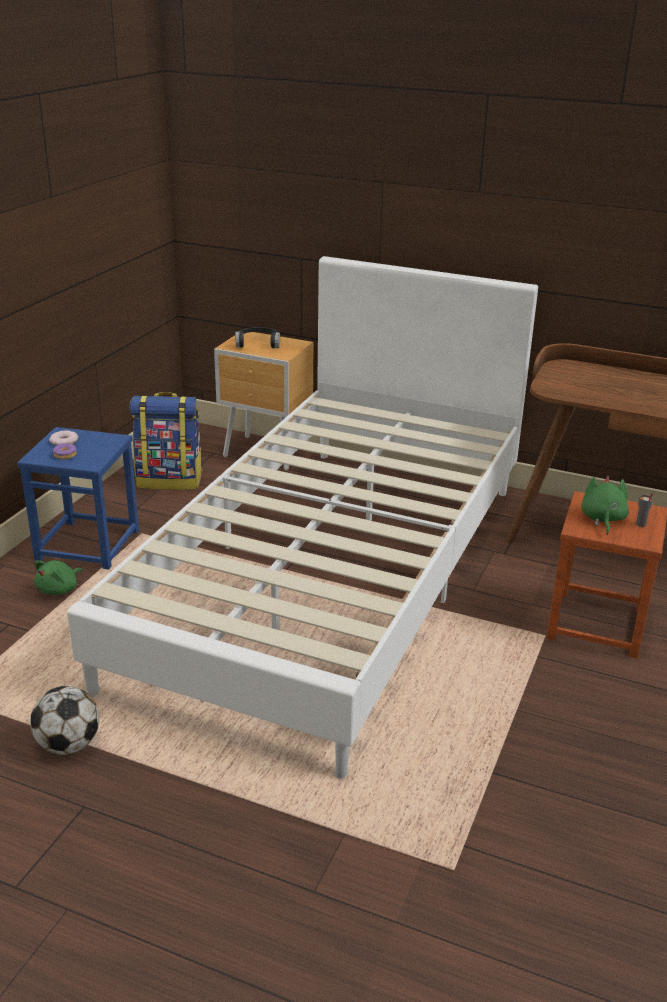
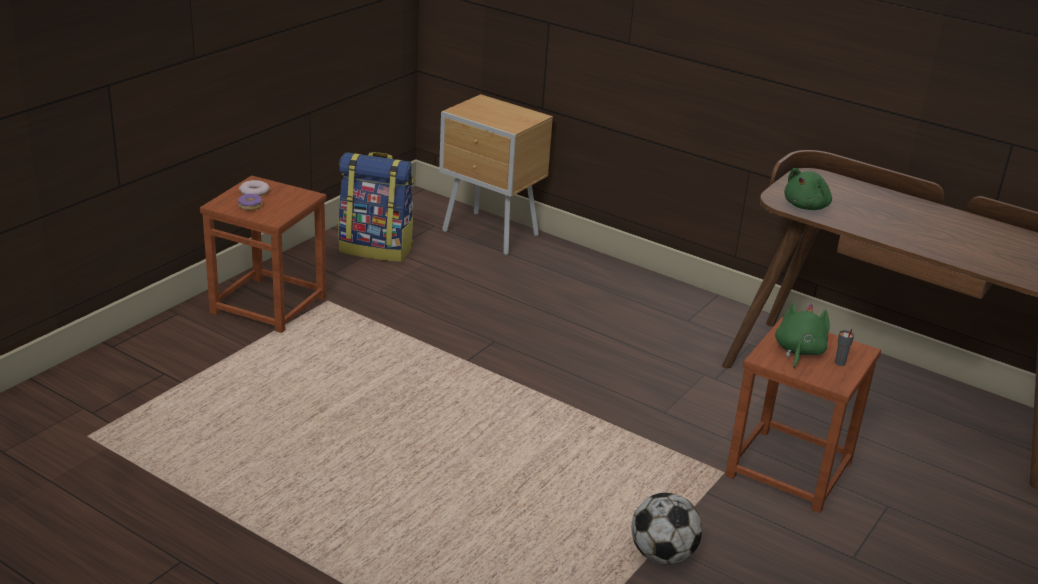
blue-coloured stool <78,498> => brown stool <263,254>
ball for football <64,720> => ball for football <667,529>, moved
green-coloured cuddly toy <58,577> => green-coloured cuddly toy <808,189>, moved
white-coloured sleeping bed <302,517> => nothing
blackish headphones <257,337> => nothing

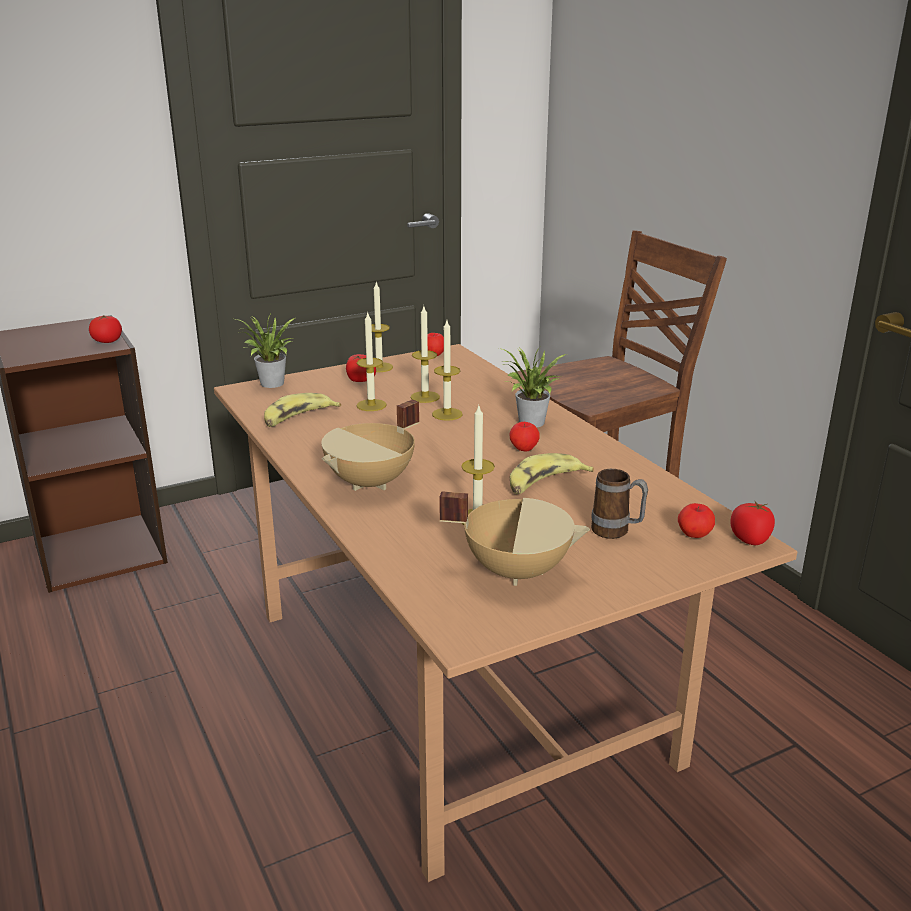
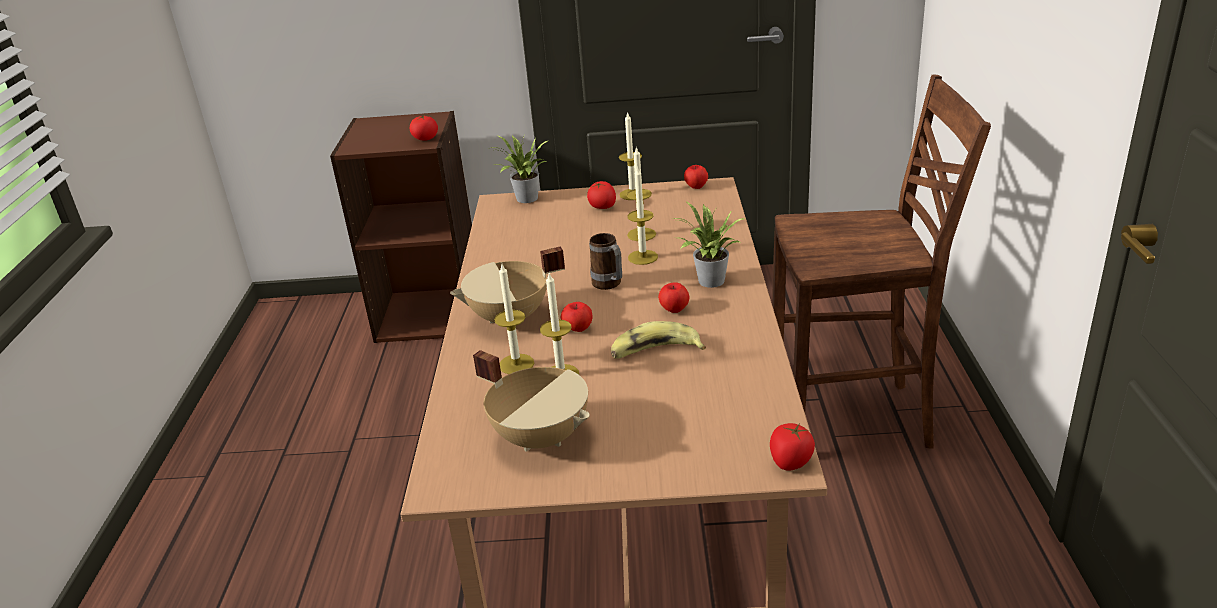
banana <302,410> => nothing
candle <372,361> => candle <514,319>, moved
mug <619,504> => mug <605,261>, moved
apple <696,520> => apple <577,317>, moved

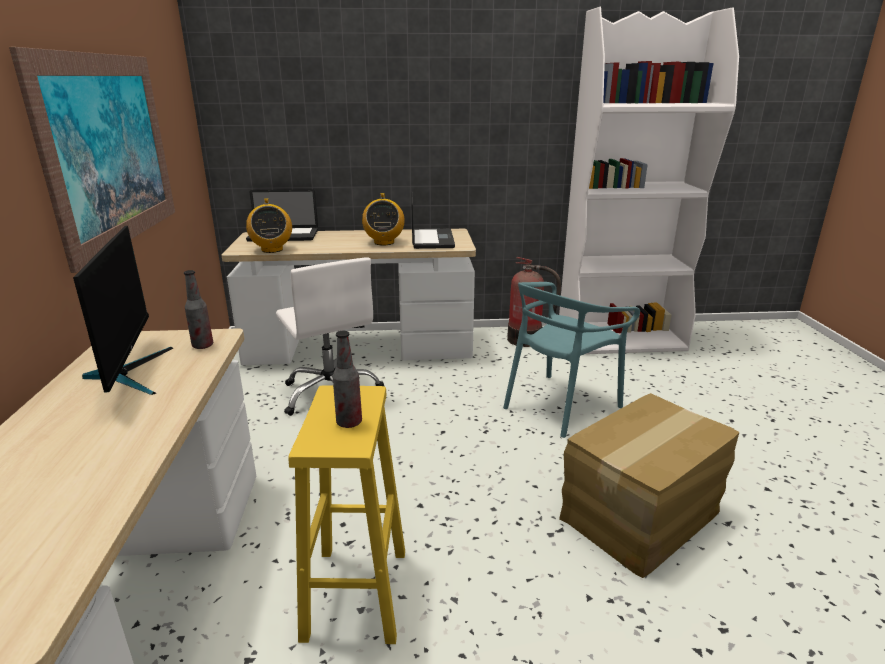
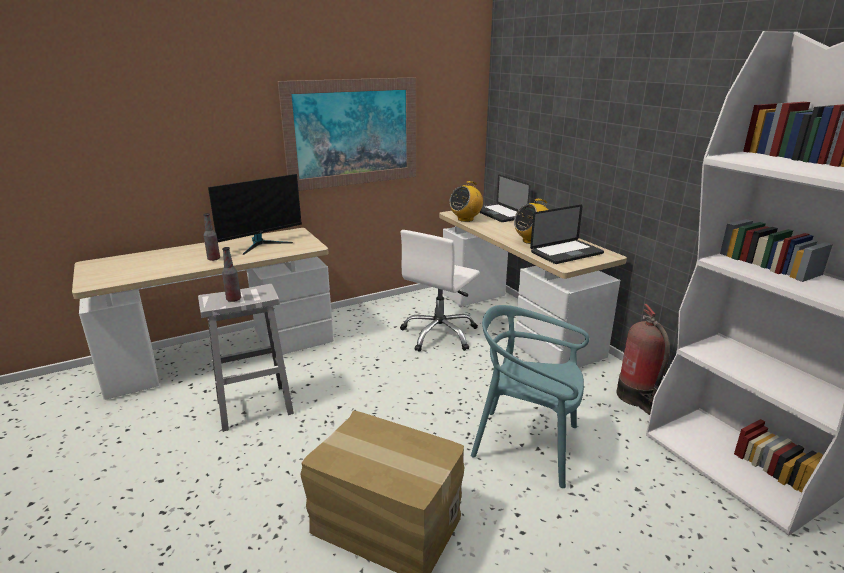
beverage bottle <198,309> => beverage bottle <211,237>, moved
yellow stool <346,515> => white-coloured stool <246,358>

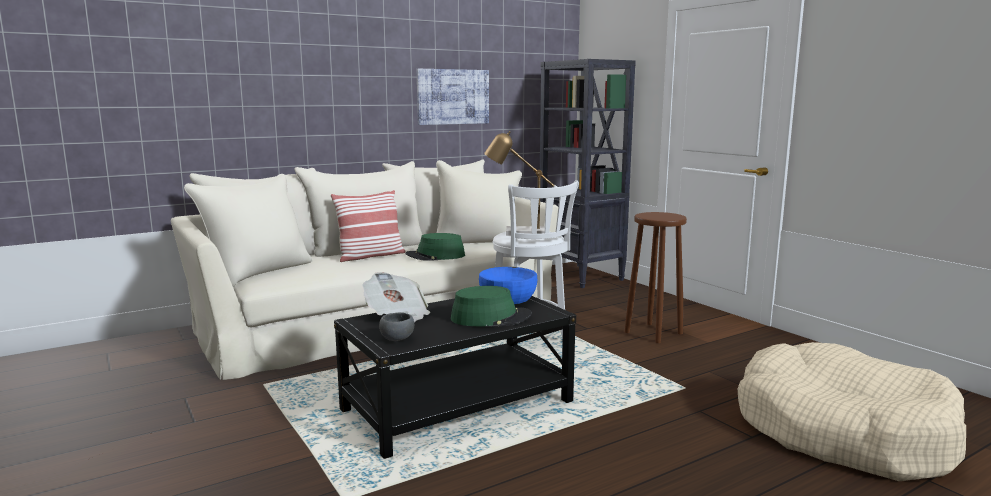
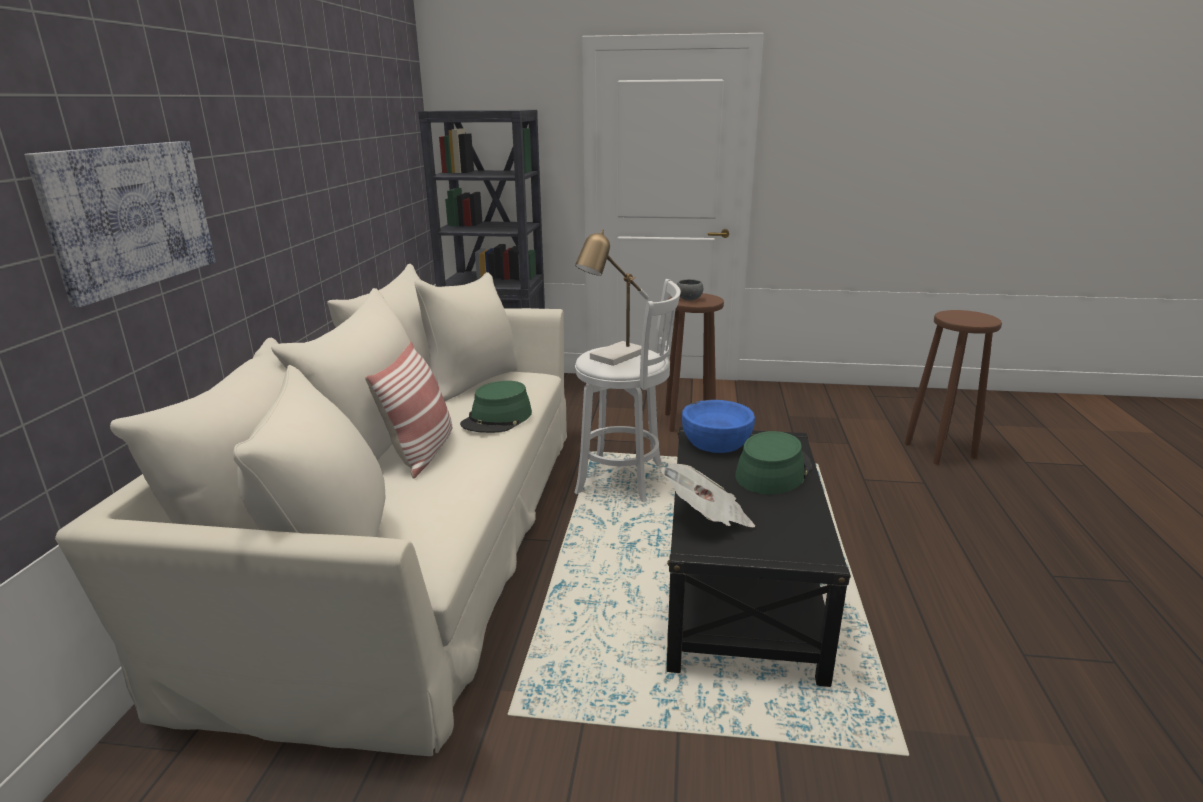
grey bowl <396,327> => grey bowl <690,290>, moved
picture <453,97> => picture <120,224>, moved
beige pet bed <852,411> => brown stool <953,387>

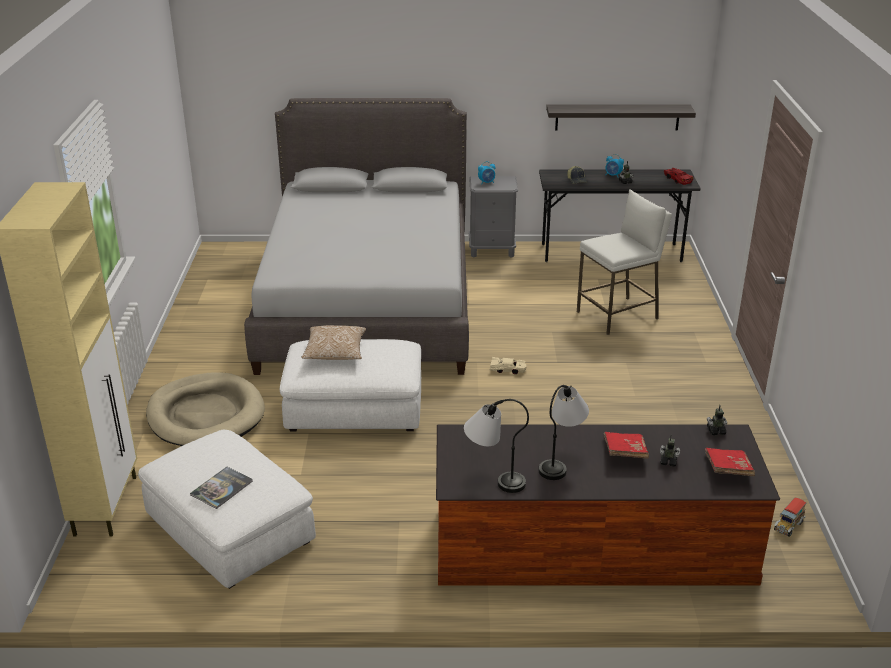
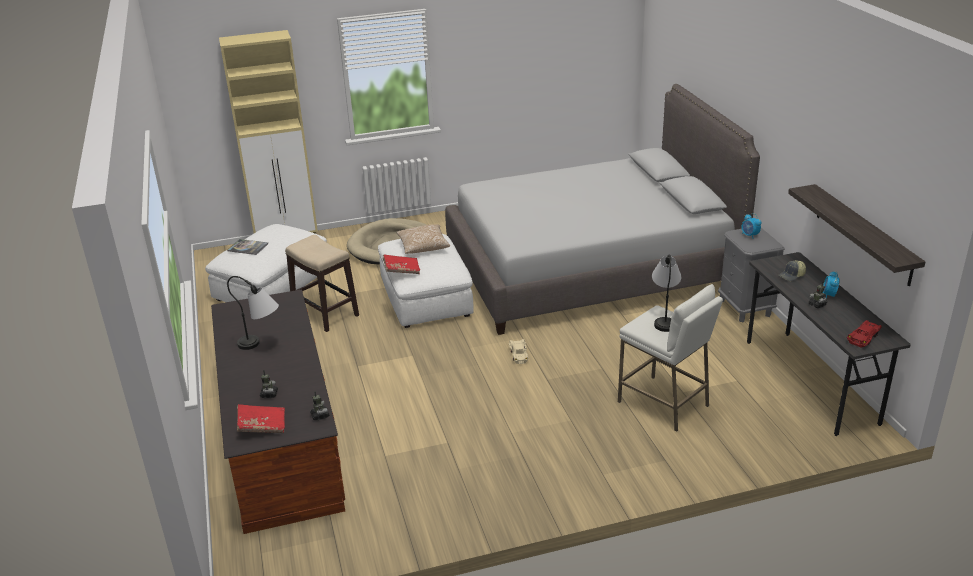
tabletop lamp <496,446> => tabletop lamp <666,293>, moved
reddish volume <626,445> => reddish volume <401,264>, moved
toy truck <790,517> => nothing
nothing => stool <322,283>

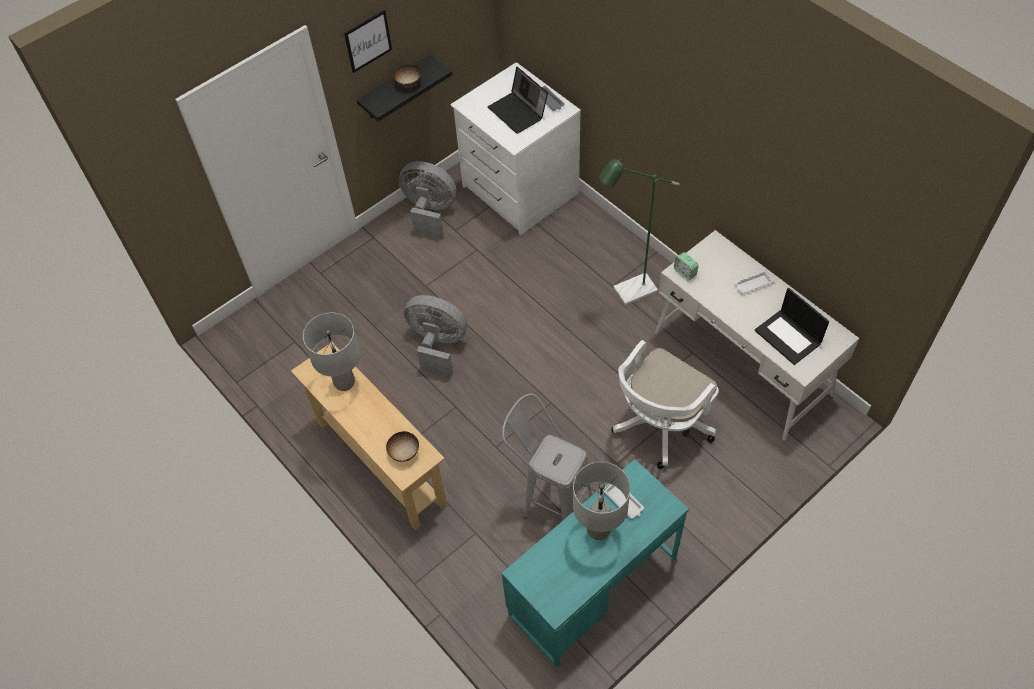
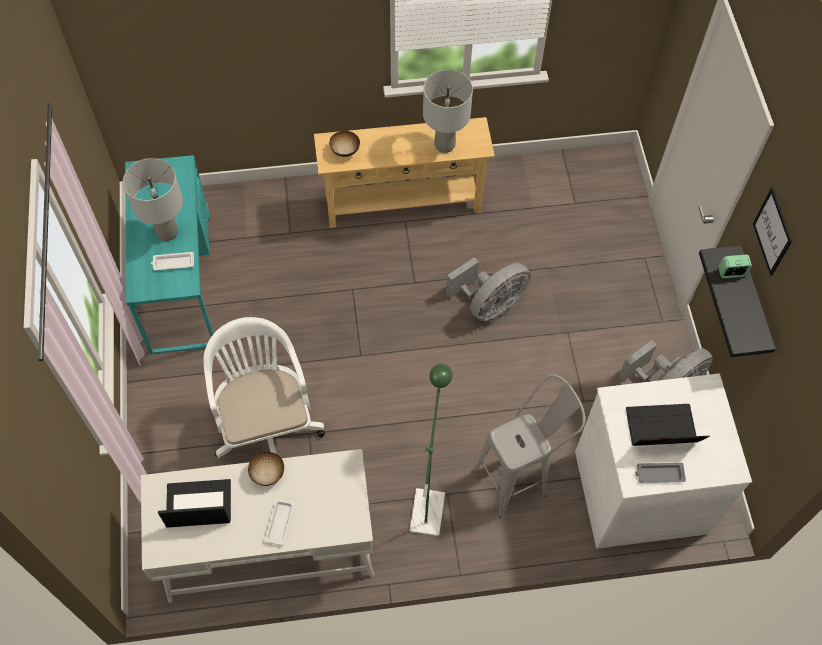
bowl <407,76> => bowl <266,469>, moved
grey stool <547,456> => grey stool <529,446>, moved
bedside clock <686,266> => bedside clock <735,266>, moved

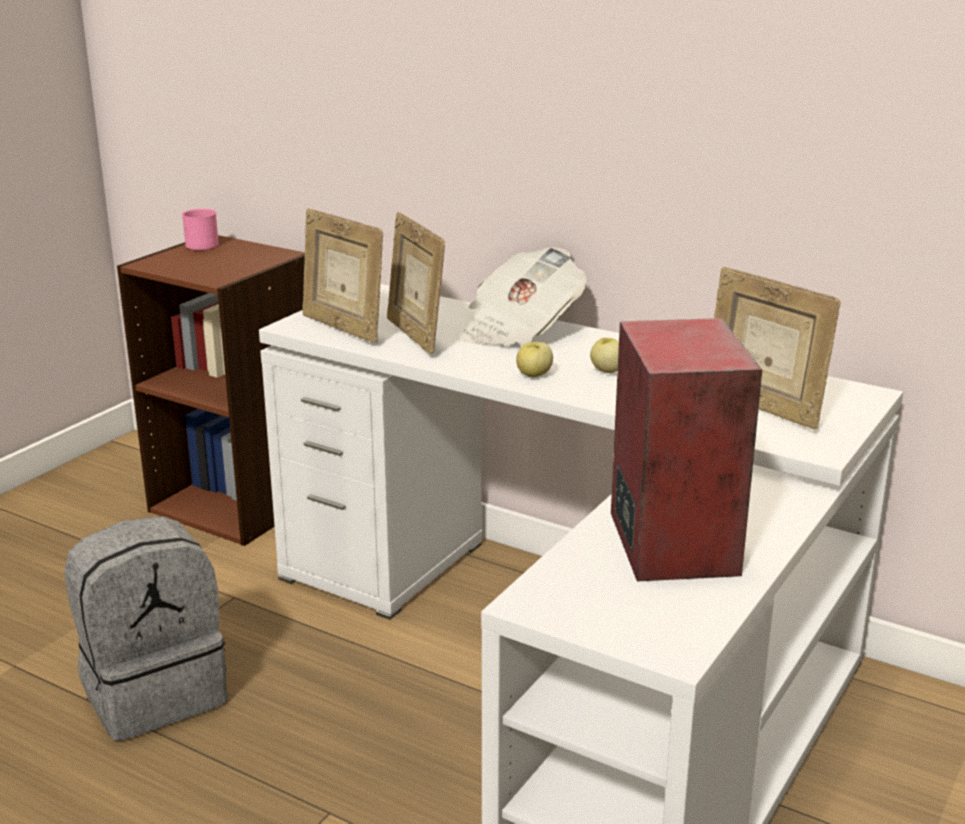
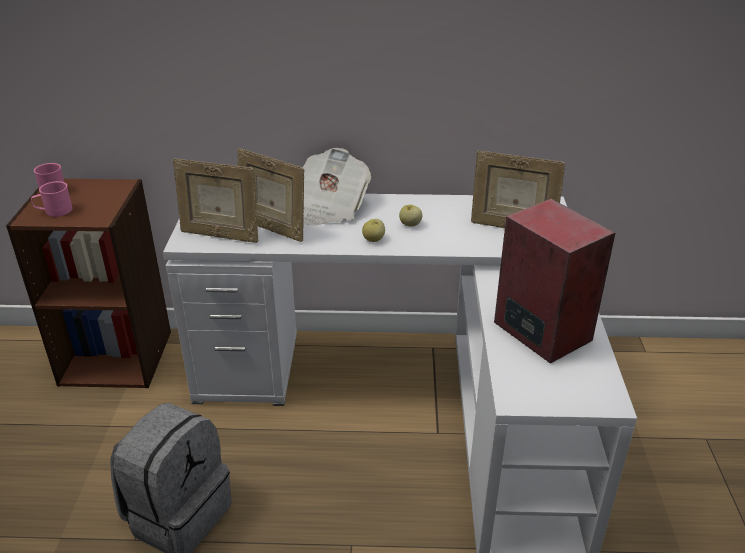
nothing => pinkish mug <52,199>

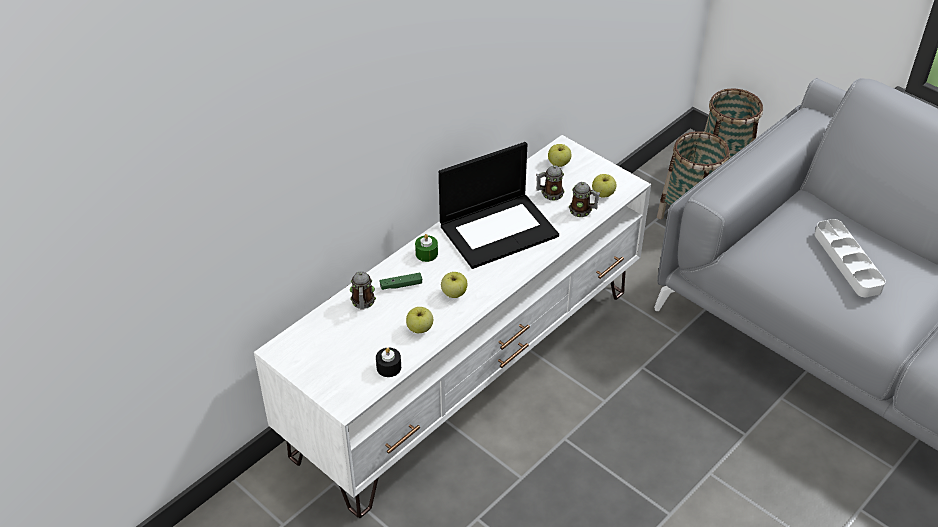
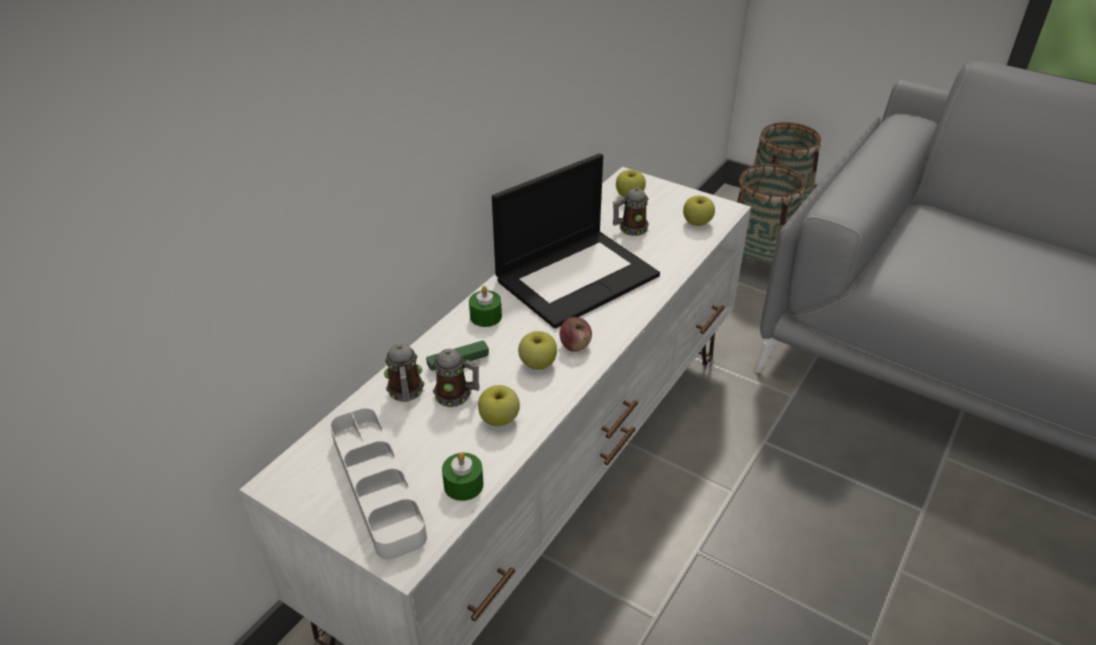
blackish candle <388,362> => green-coloured candle <463,476>
mug <584,199> => mug <456,378>, moved
white-coloured serving tray <850,258> => white-coloured serving tray <378,483>, moved
nothing => apple <576,334>

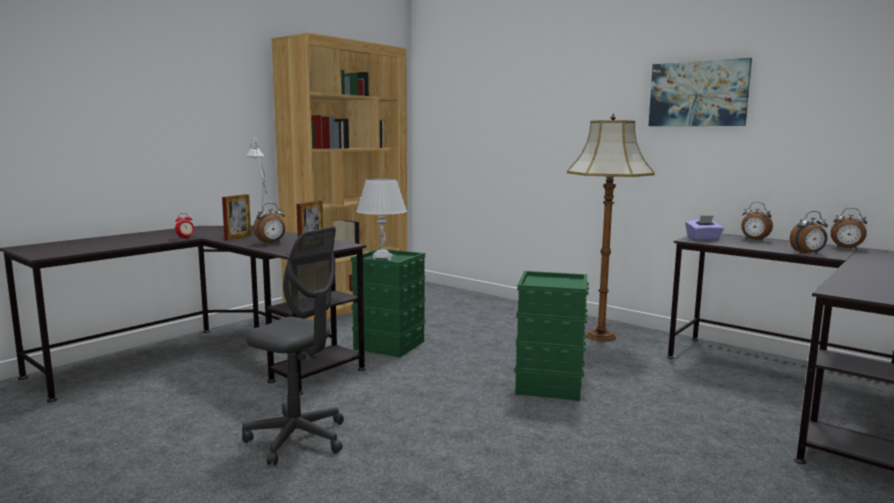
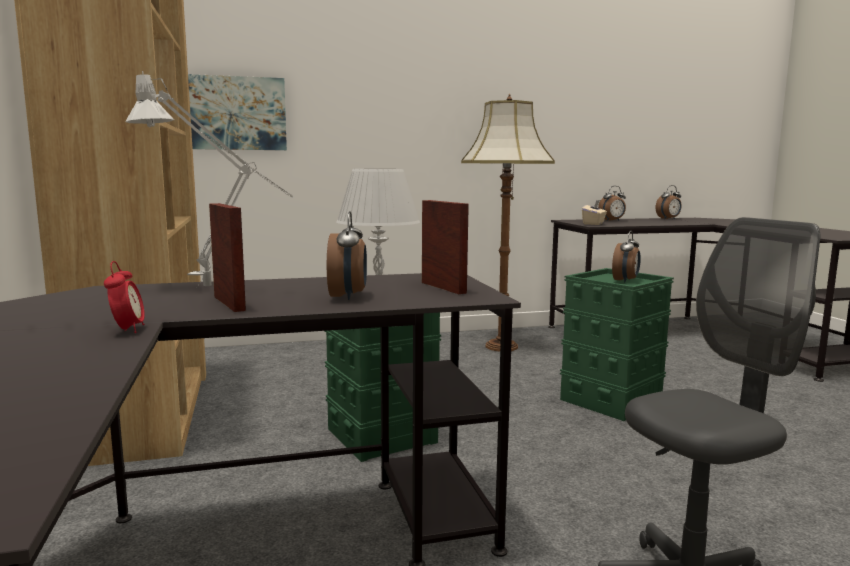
picture <700,92> => picture <237,112>, moved
purplish tissue box <704,228> => beige tissue box <594,212>
bedside clock <809,232> => bedside clock <626,257>, moved

